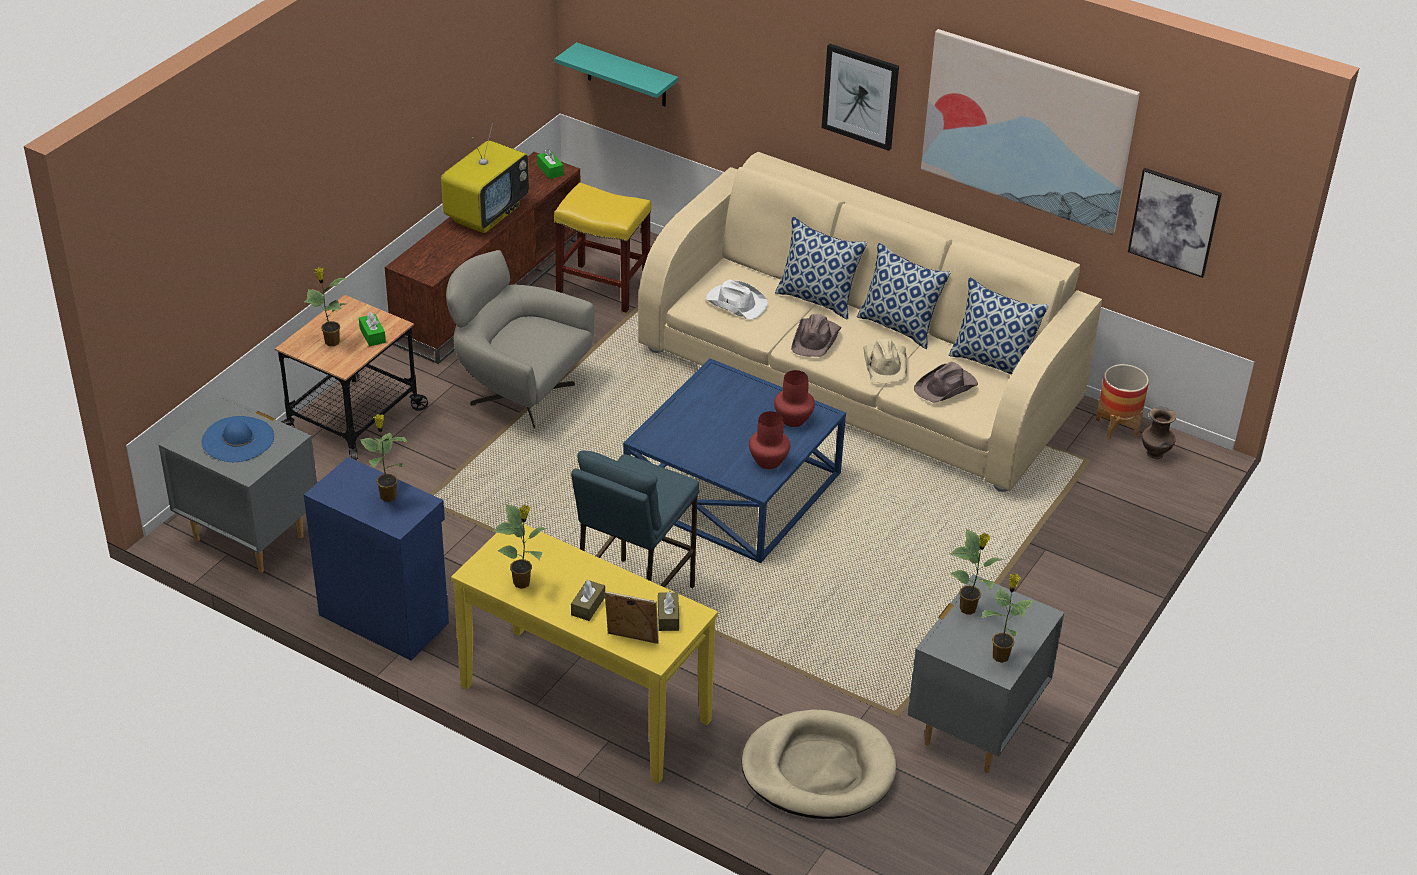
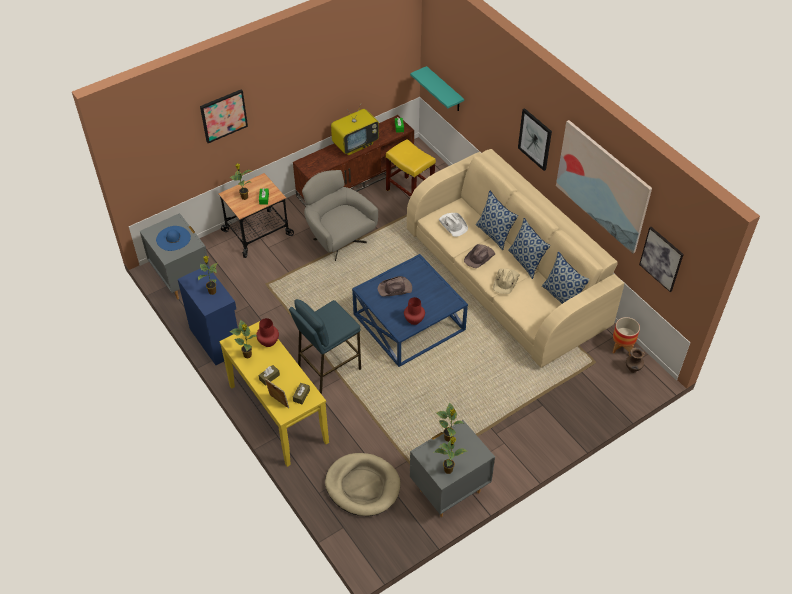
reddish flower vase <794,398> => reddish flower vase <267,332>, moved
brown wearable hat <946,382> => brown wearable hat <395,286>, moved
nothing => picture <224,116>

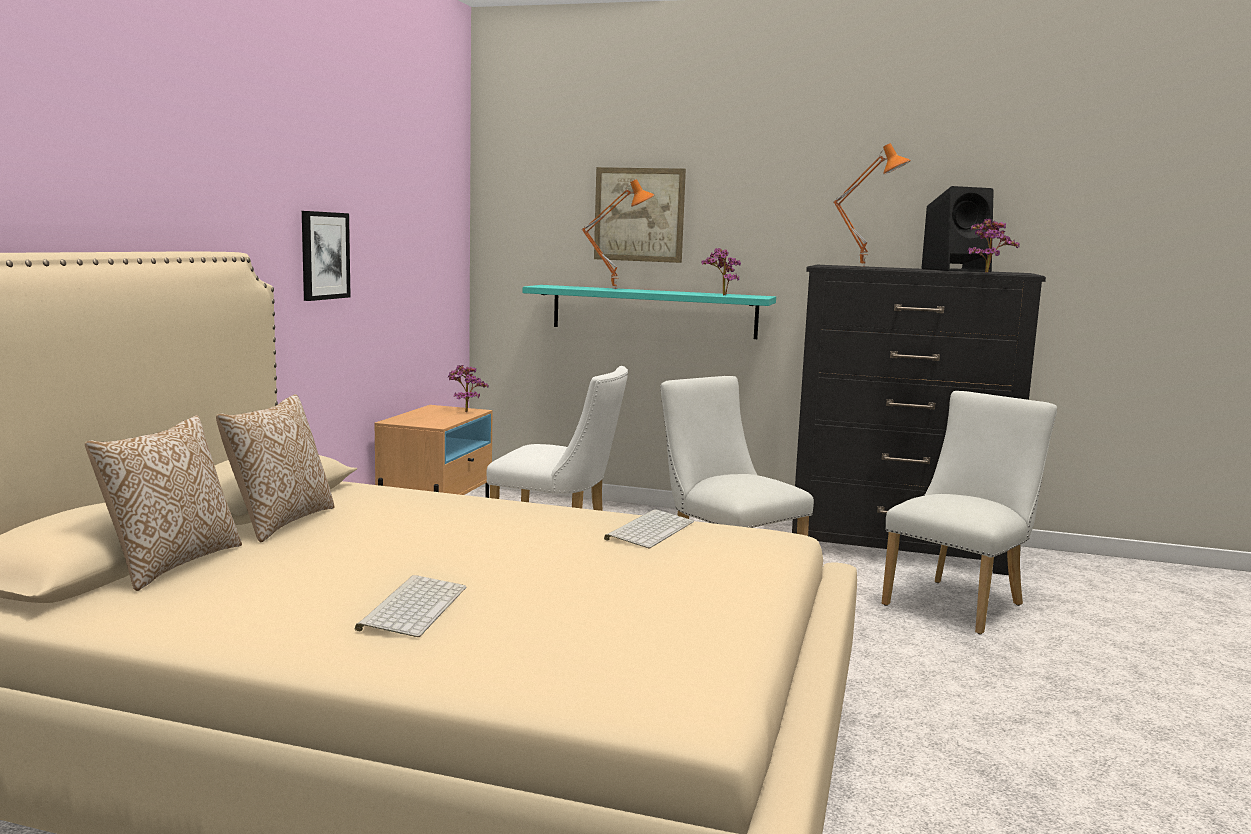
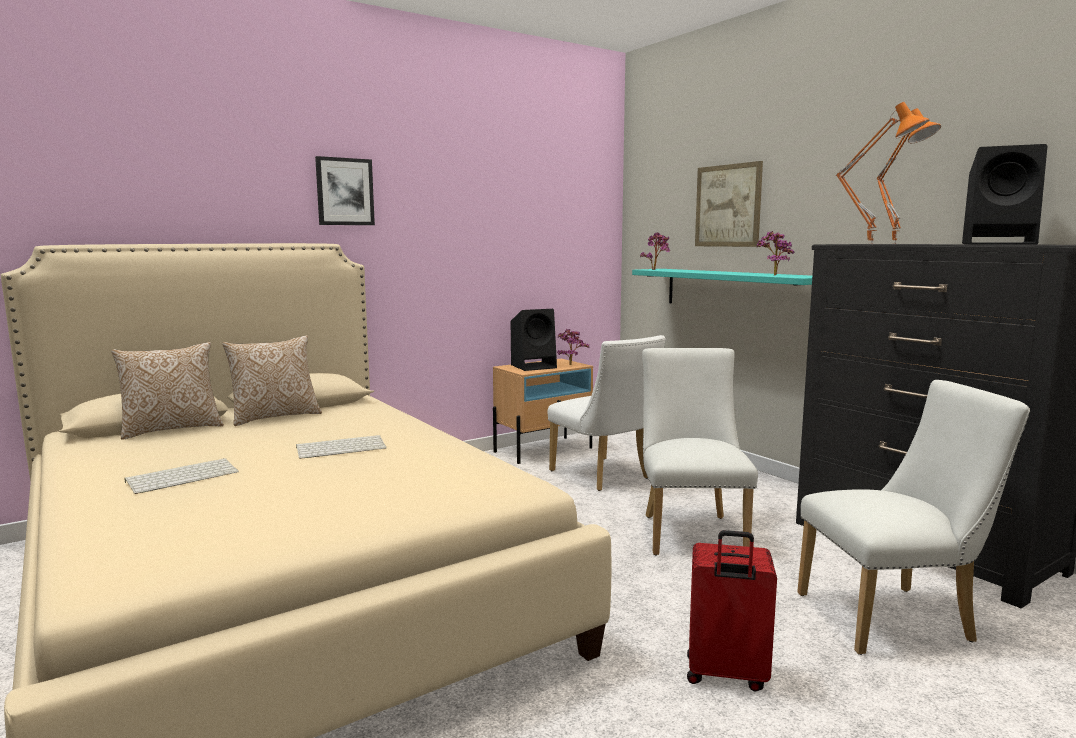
picture <326,256> => picture <345,190>, moved
orange-coloured tabletop lamp <617,234> => orange-coloured tabletop lamp <882,173>, moved
PC keyboard <649,529> => PC keyboard <341,447>, moved
houseplant <993,246> => houseplant <655,251>, moved
nothing => blackish loudspeaker <534,340>
nothing => reddish suitcase <732,611>

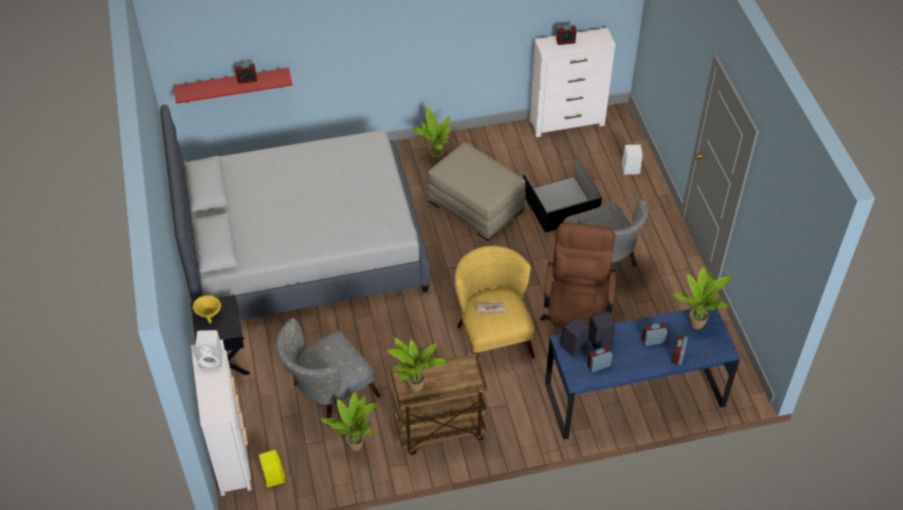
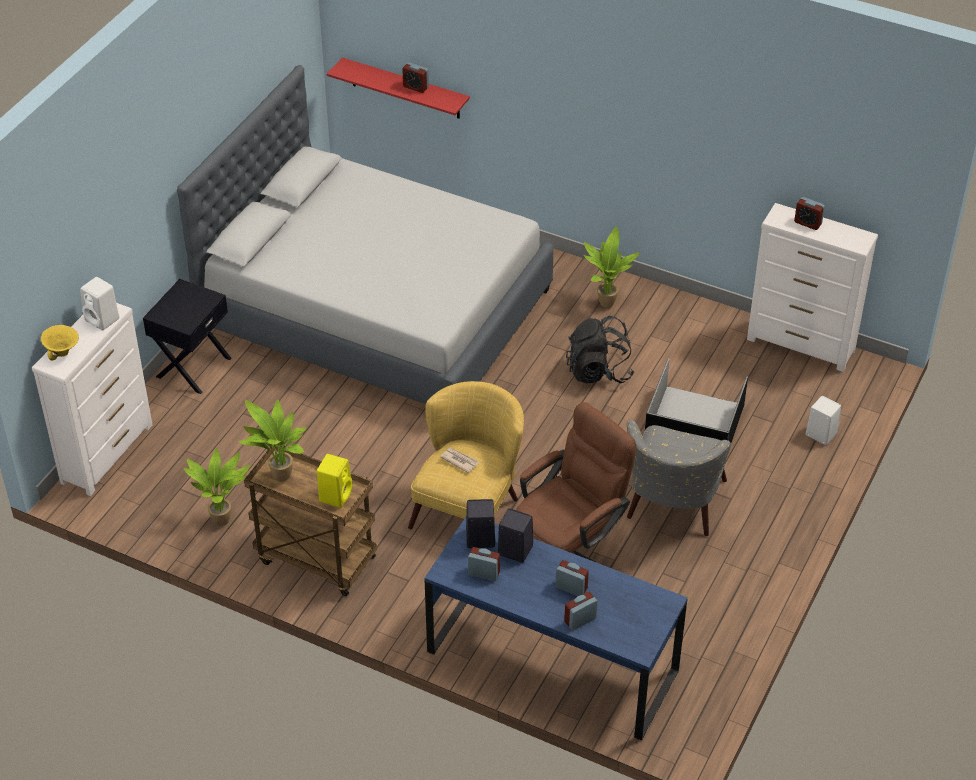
yellow bowl <207,309> => yellow bowl <60,342>, moved
yellow loudspeaker <272,469> => yellow loudspeaker <334,481>, moved
grey easy chair <328,372> => nothing
beige pouffe <476,192> => blackish knapsack <600,349>
houseplant <702,298> => nothing

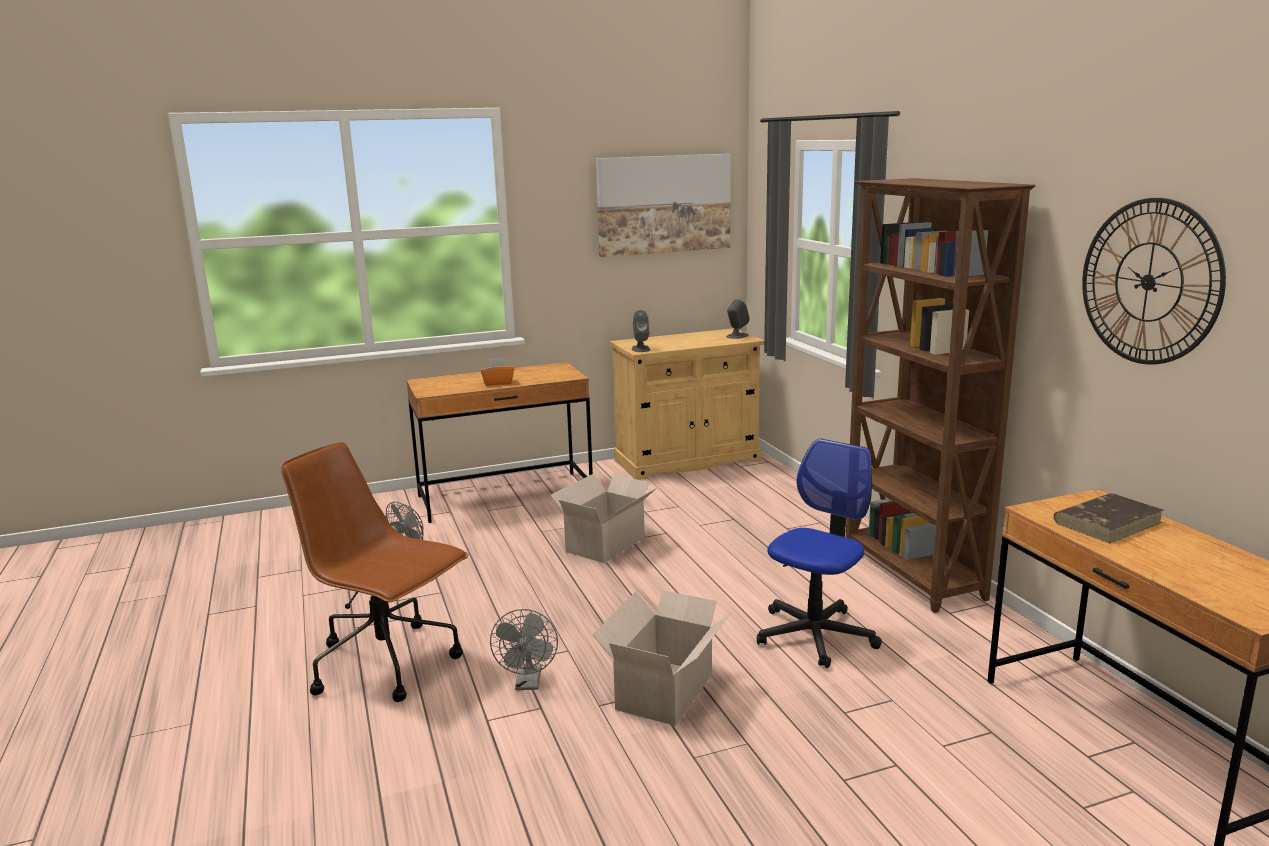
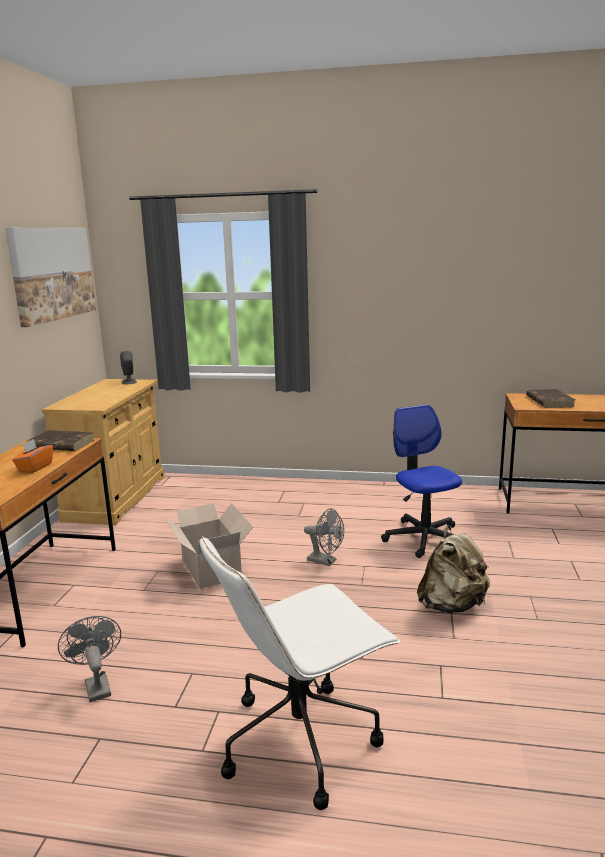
brown desk chair <375,572> => white-coloured desk chair <300,673>
grey electric fan <524,649> => grey electric fan <324,537>, moved
carton <662,658> => beige knapsack <453,569>
grey loudspeaker <641,331> => nothing
brown bookcase <941,395> => nothing
wall clock <1154,281> => nothing
nothing => brown volume <61,440>

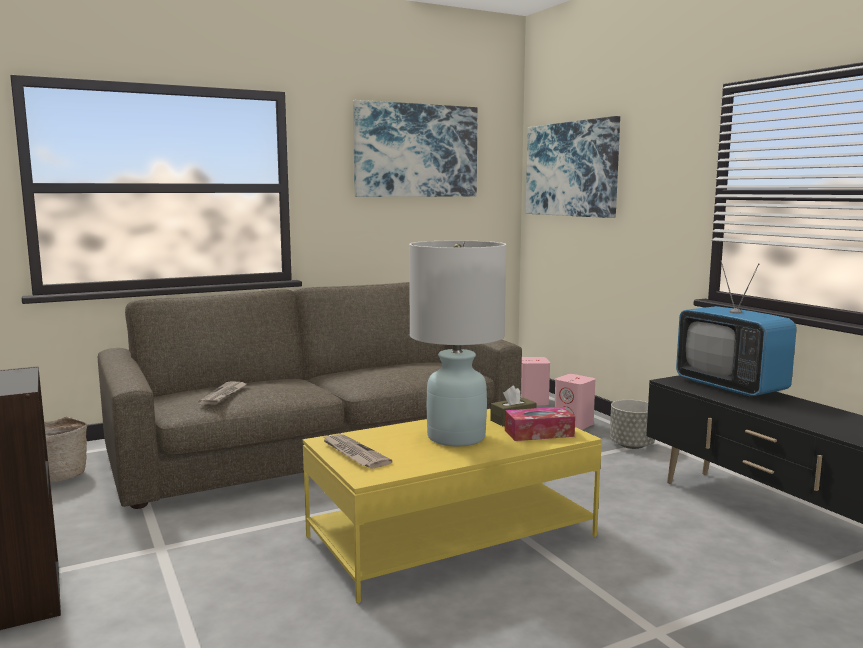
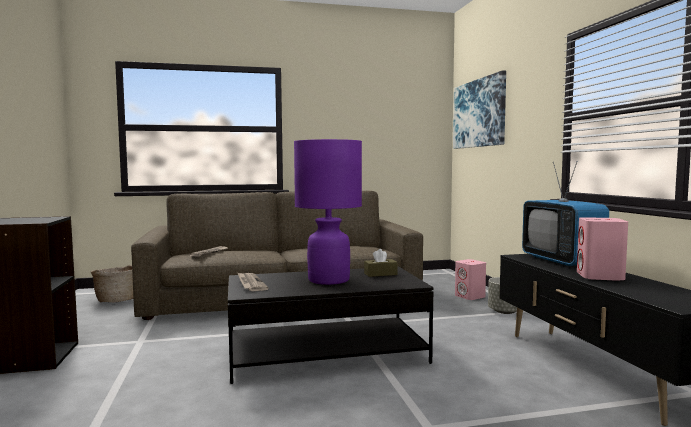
yellow lounge table <452,506> => blackish lounge table <331,325>
picture <415,148> => nothing
white-coloured tabletop lamp <457,343> => purplish tabletop lamp <328,212>
tissue box <540,424> => nothing
pinkish loudspeaker <535,381> => pinkish loudspeaker <602,249>, moved

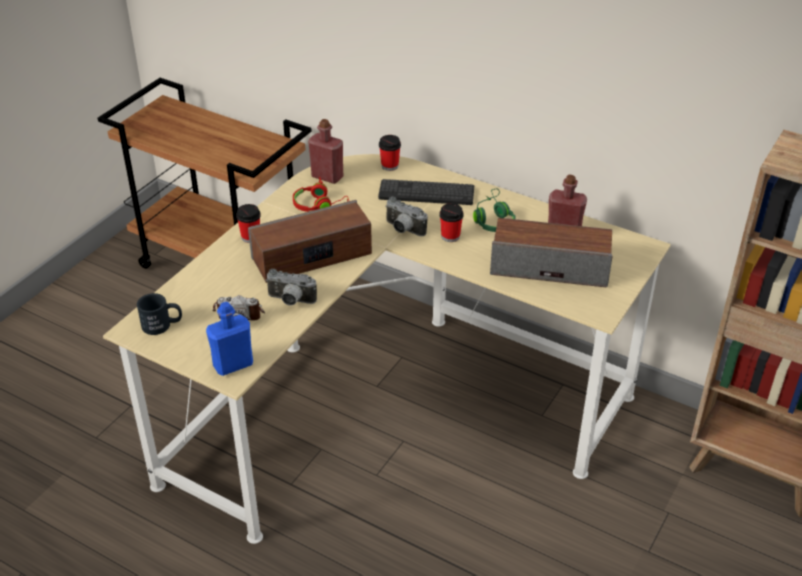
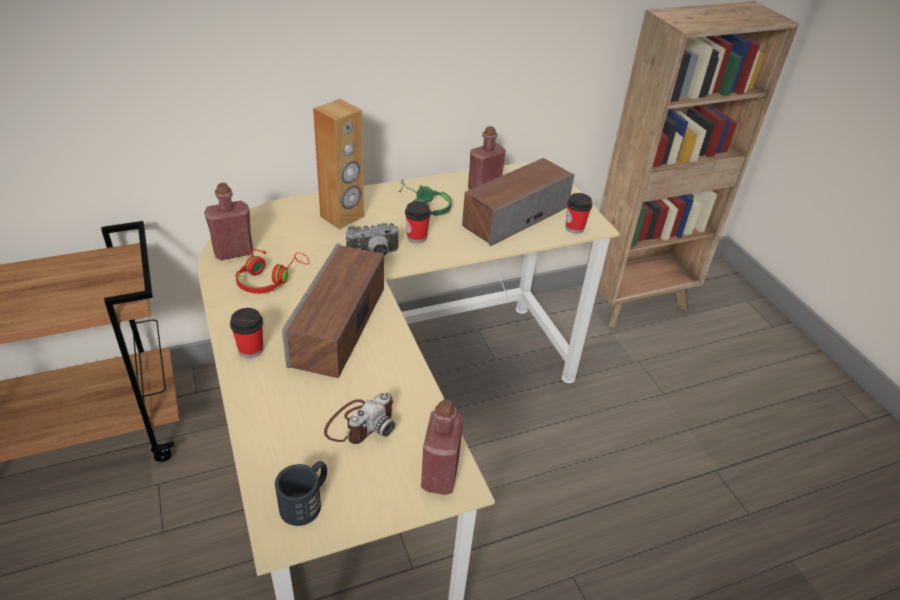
blue-coloured beverage bottle <229,339> => reddish beverage bottle <442,447>
photo camera <291,287> => nothing
PC keyboard <426,192> => brown loudspeaker <338,164>
small cup <390,153> => small cup <579,213>, moved

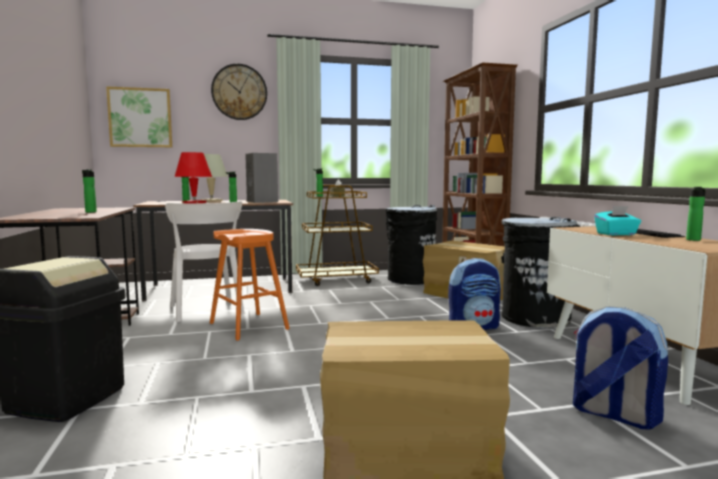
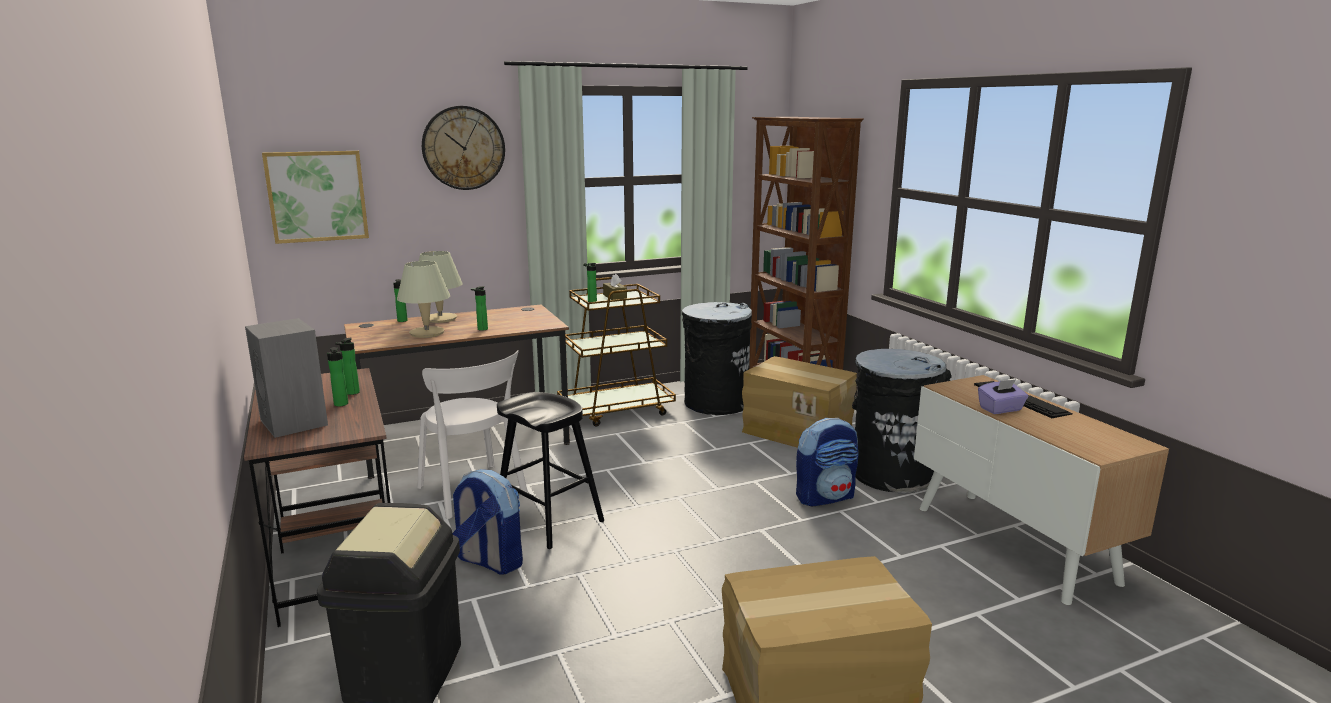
reddish tabletop lamp <193,177> => beige tabletop lamp <423,299>
orange-coloured stool <250,285> => blackish stool <550,470>
grey loudspeaker <261,178> => grey loudspeaker <286,378>, moved
knapsack <620,367> => knapsack <488,522>, moved
turquoise-coloured tissue box <617,221> => purplish tissue box <1003,396>
beverage bottle <696,214> => beverage bottle <347,366>, moved

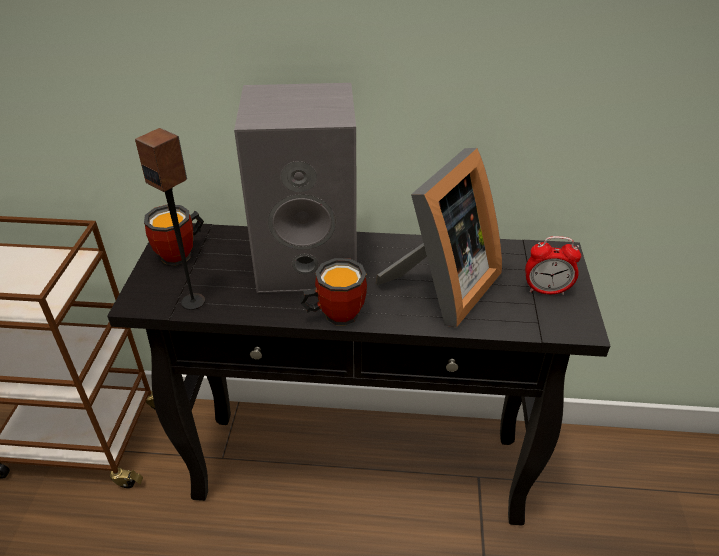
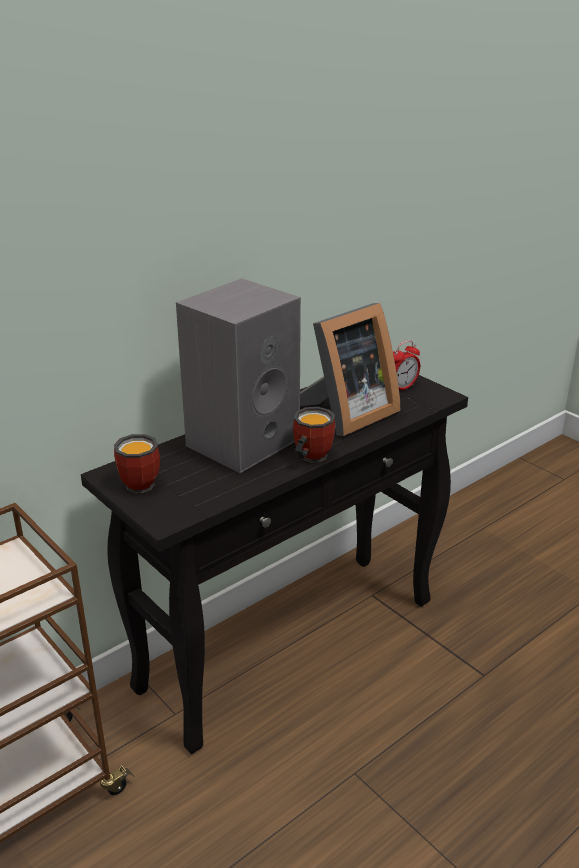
loudspeaker <170,219> => nothing
photo frame <439,238> => photo frame <350,369>, 60 degrees clockwise

